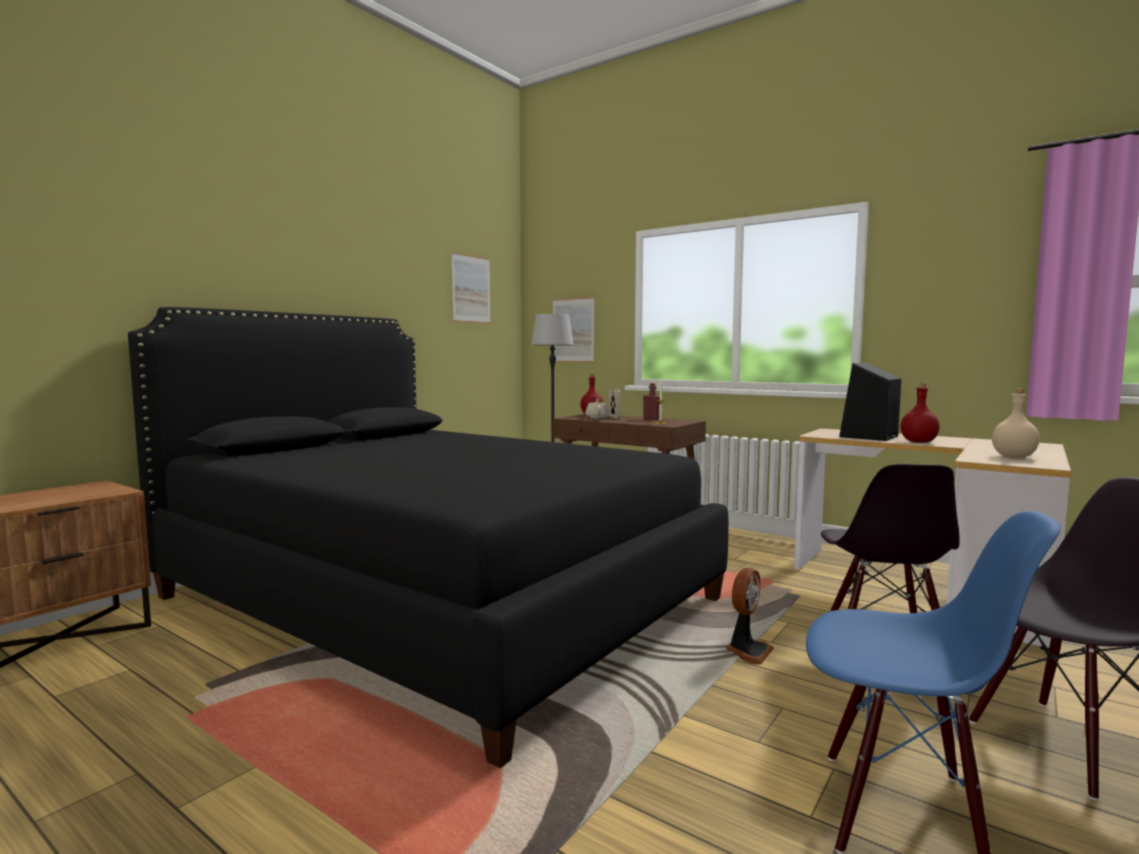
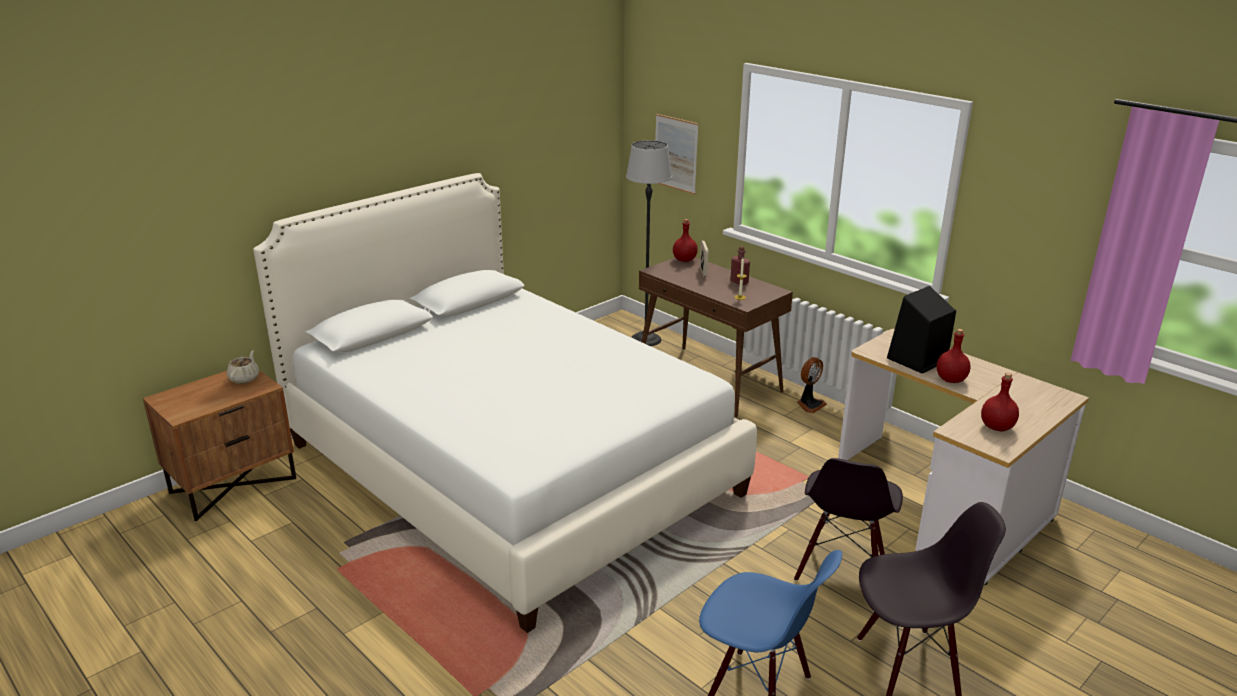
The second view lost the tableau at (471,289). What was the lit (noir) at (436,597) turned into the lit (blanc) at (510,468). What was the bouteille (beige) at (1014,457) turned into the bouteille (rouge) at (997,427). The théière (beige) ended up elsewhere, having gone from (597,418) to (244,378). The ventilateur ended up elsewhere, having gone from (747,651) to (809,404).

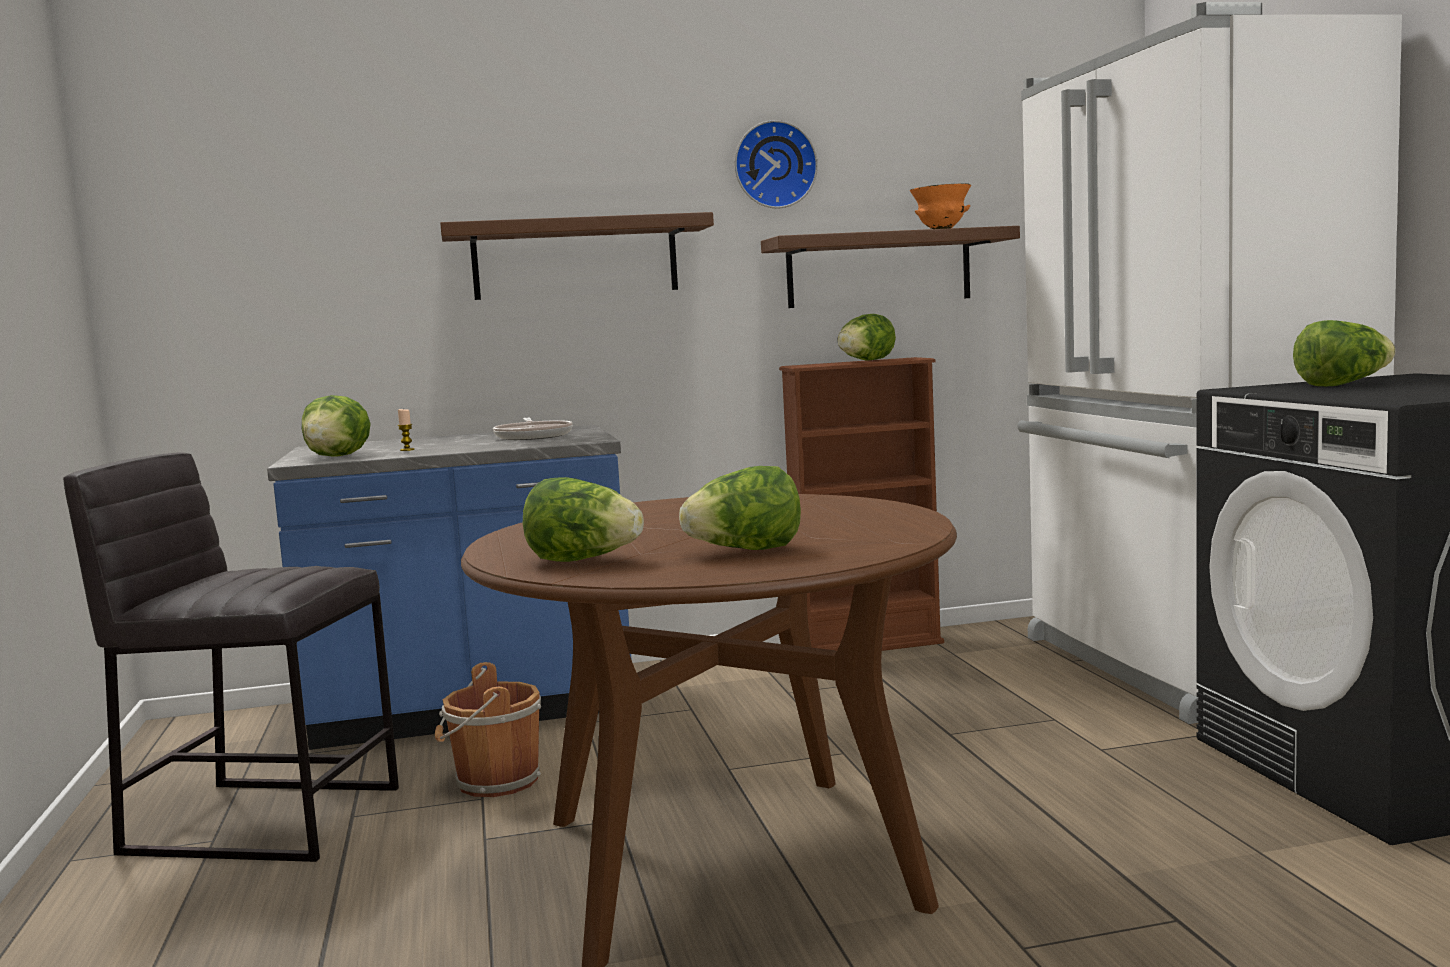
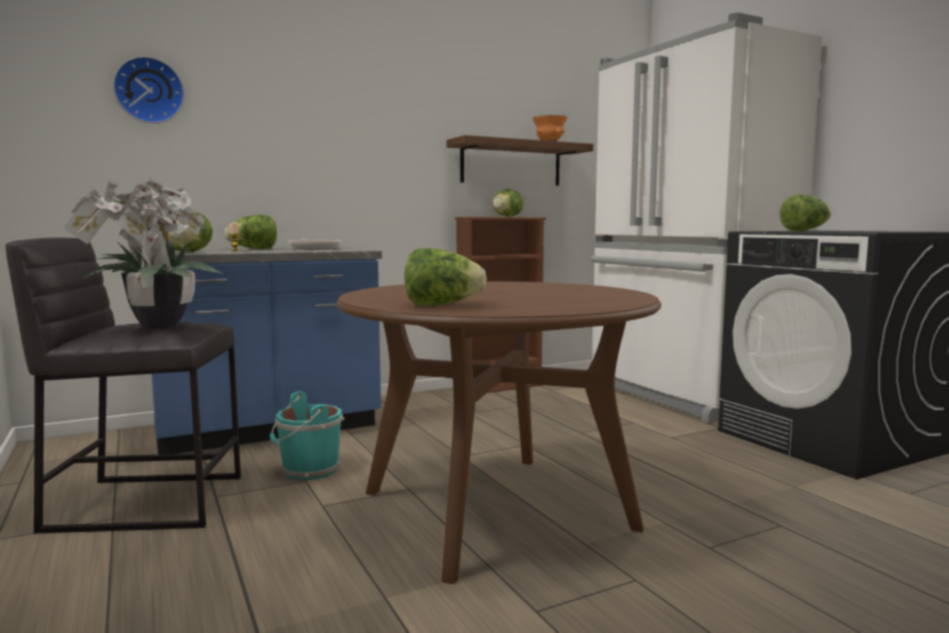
The horloge murale ended up elsewhere, having gone from (774,165) to (149,91). The second view lost the étagère (marron) at (575,259). The laitue ended up elsewhere, having gone from (745,551) to (253,249). What was the seau (marron) at (494,782) turned into the seau (turquoise) at (308,471). The second view gained the plante en pot at (154,326).

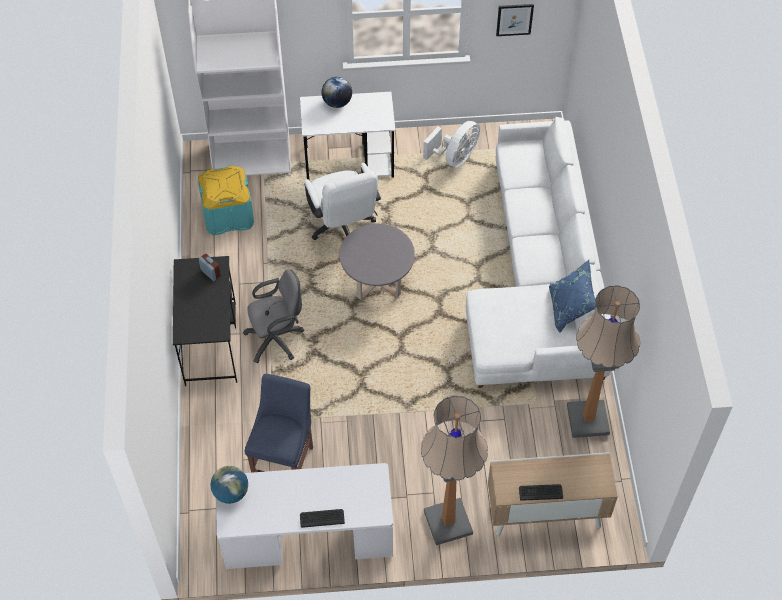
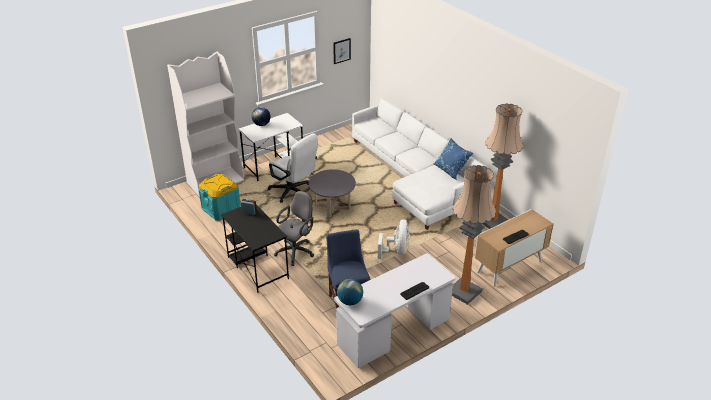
The ventilateur (blanc) ended up elsewhere, having gone from (455,158) to (397,251).

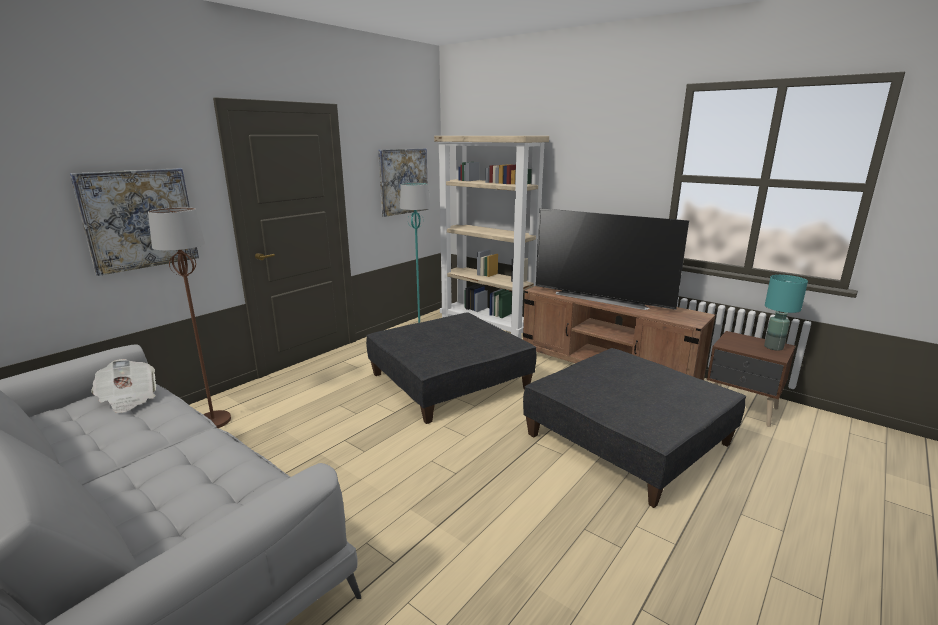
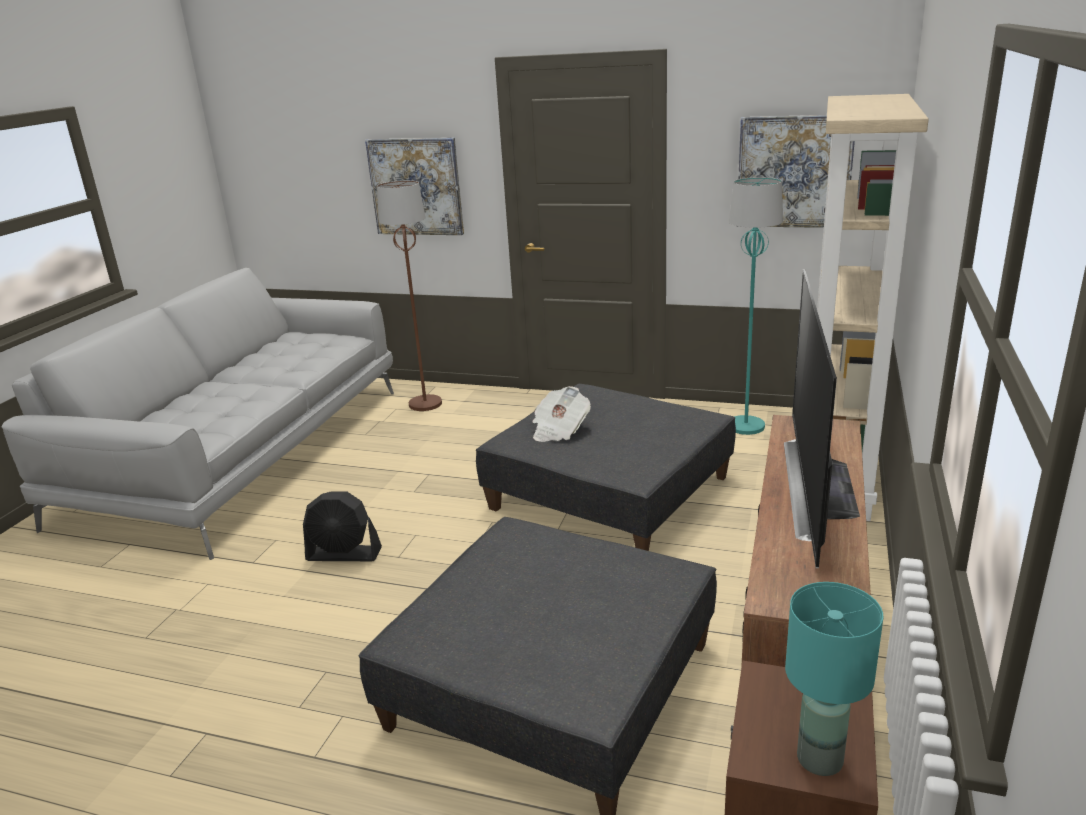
The journal ended up elsewhere, having gone from (128,399) to (559,430). The second view gained the ventilateur (noir) at (344,554).

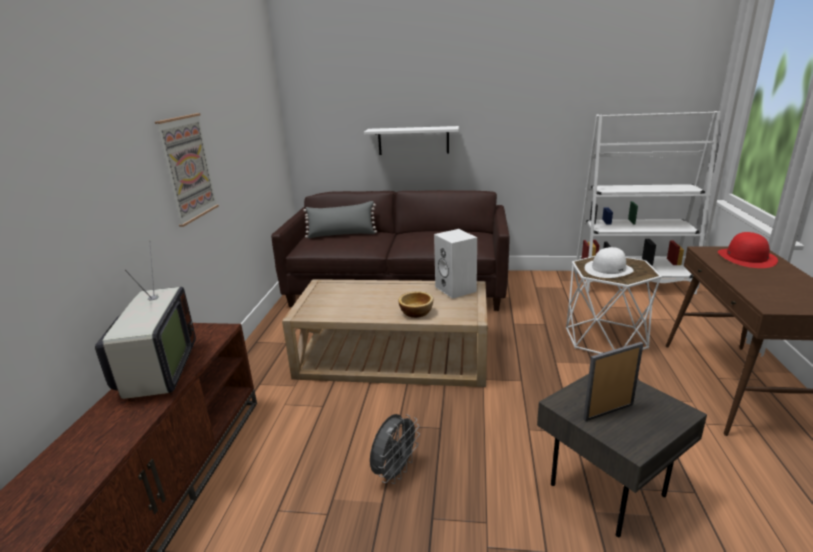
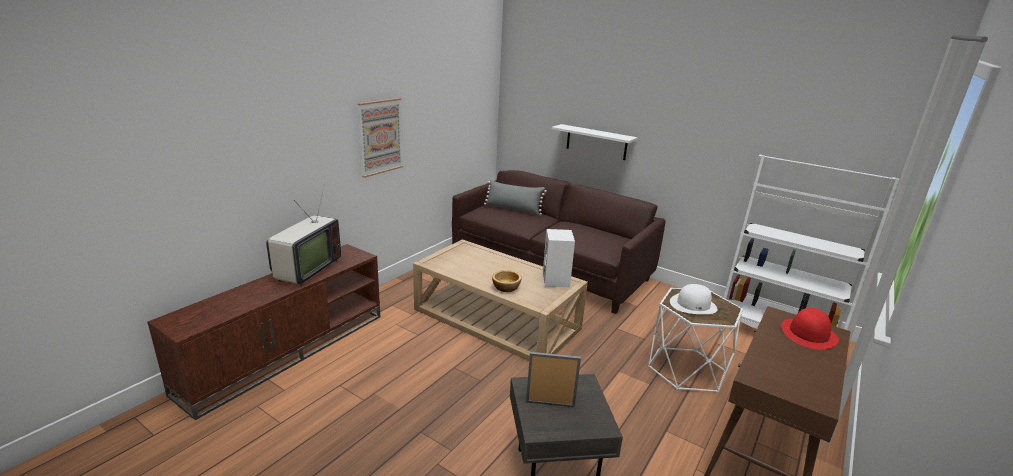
The second view lost the ventilateur (gris) at (395,472).

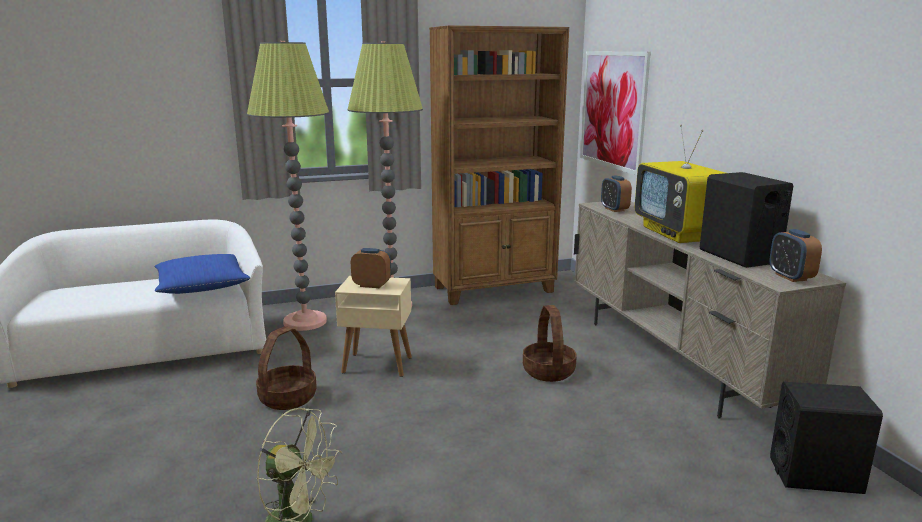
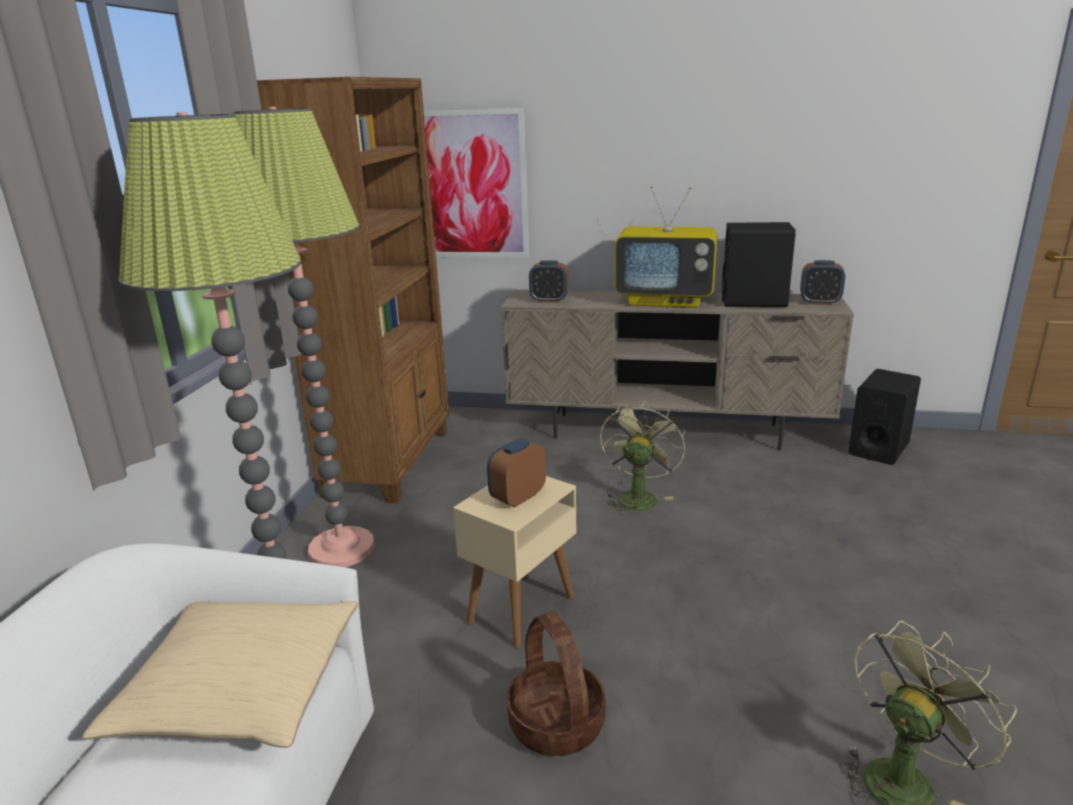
What was the coussin (bleu) at (202,286) turned into the coussin (beige) at (240,689). Where the panier stood at (548,371), the ventilateur (vert) came to stand at (638,496).

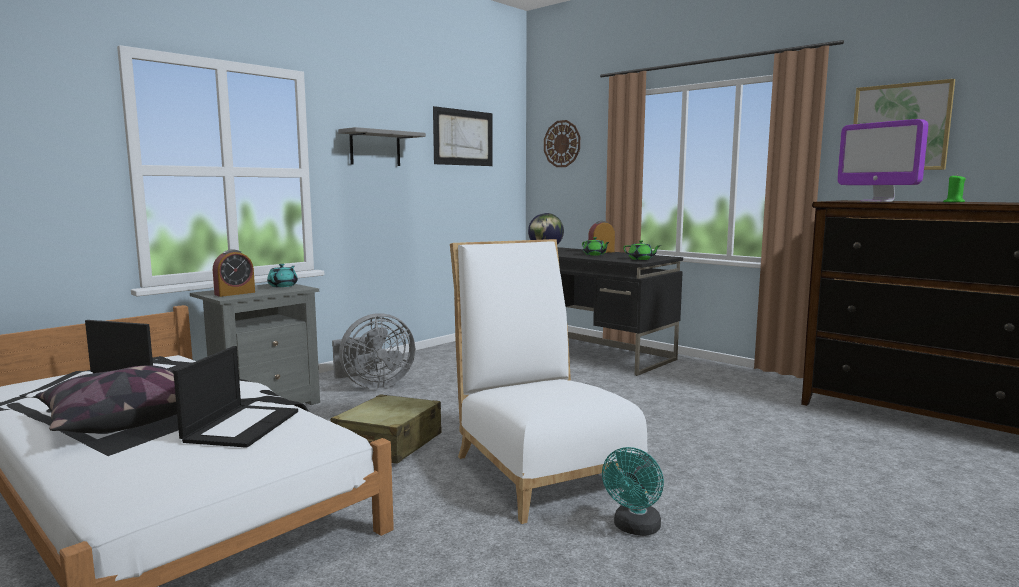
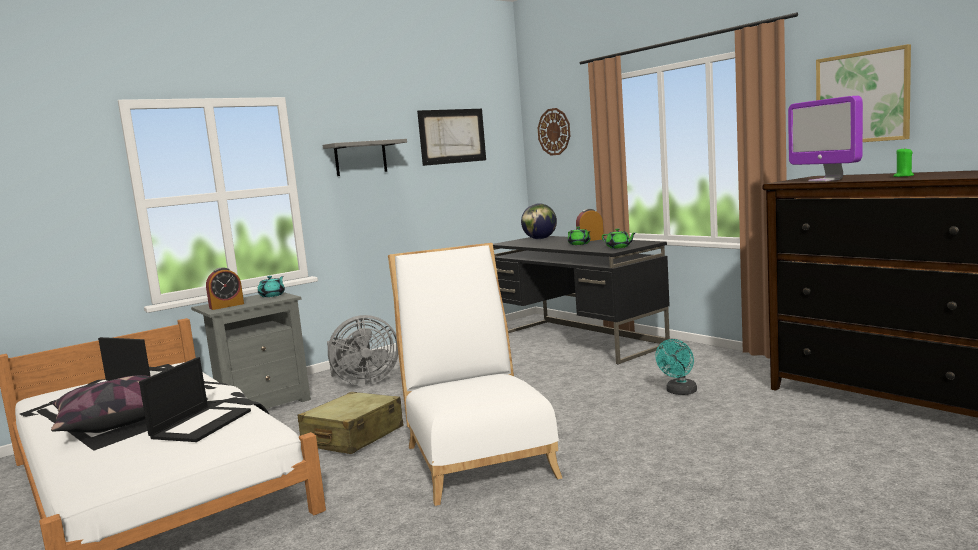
The ventilateur (turquoise) ended up elsewhere, having gone from (635,528) to (679,392).

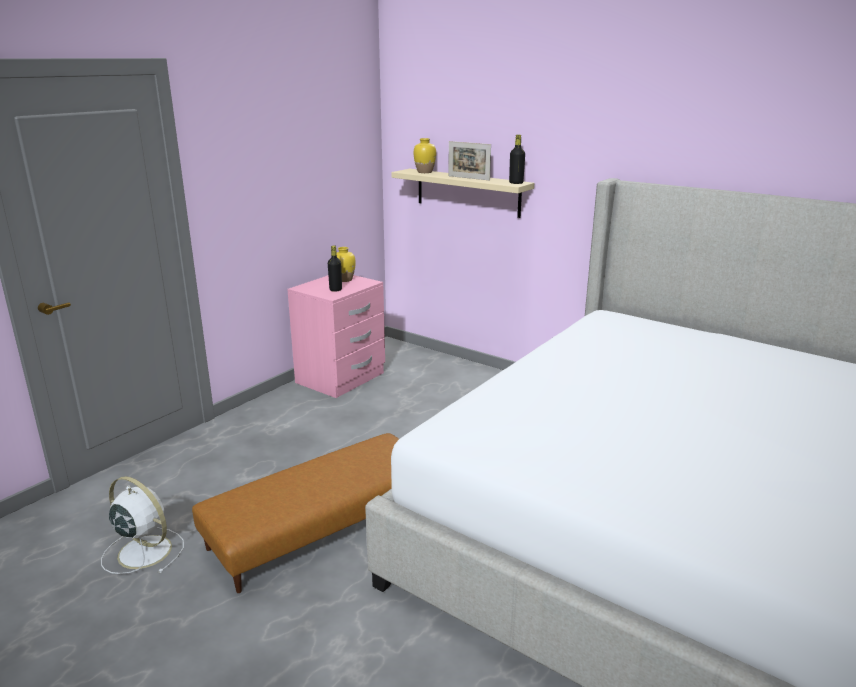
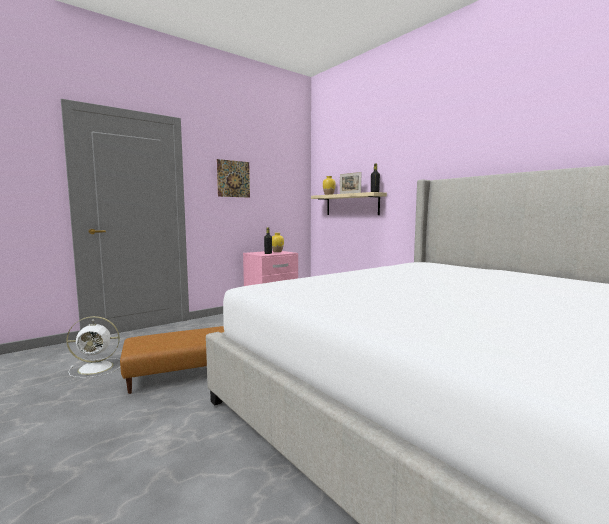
The ventilateur (blanc) at (143,551) ended up facing another way, 120 degrees clockwise from before. The second view gained the tableau at (233,179).

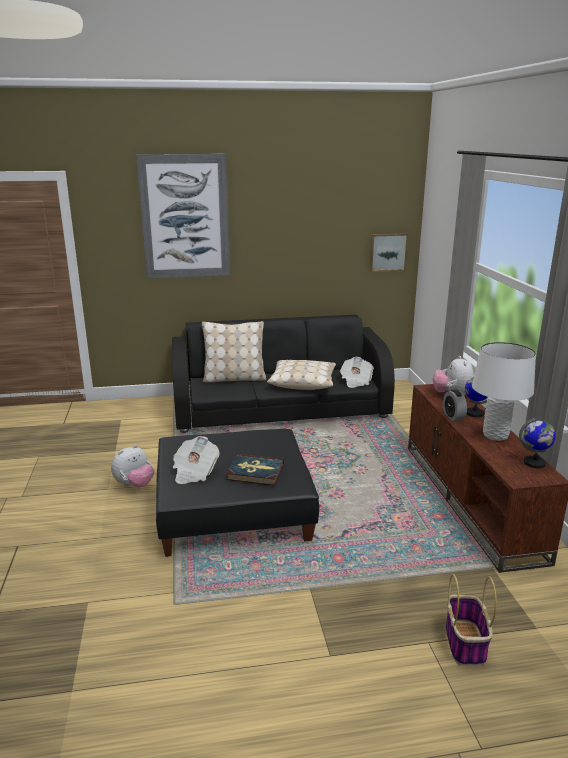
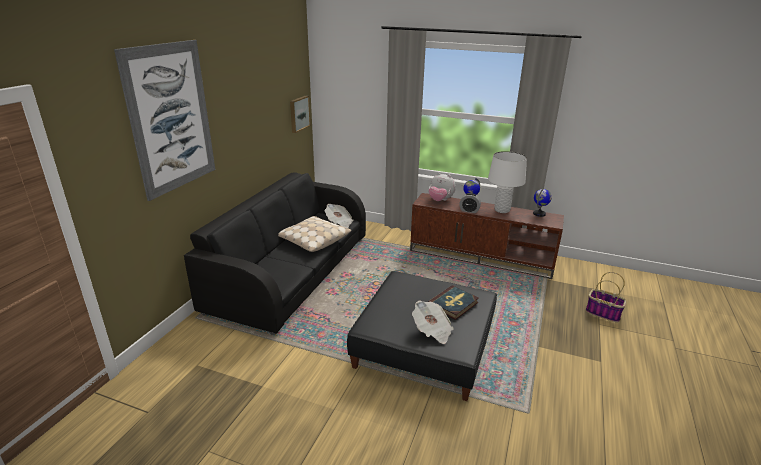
The second view lost the coussin (beige) at (234,378). The second view lost the peluche at (134,485).

